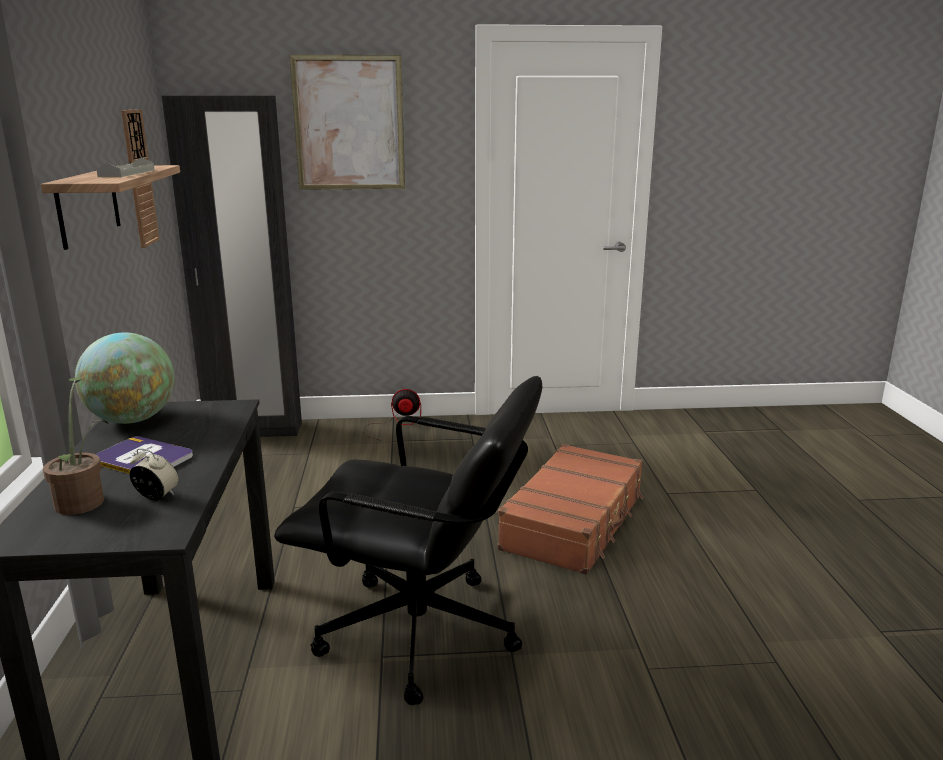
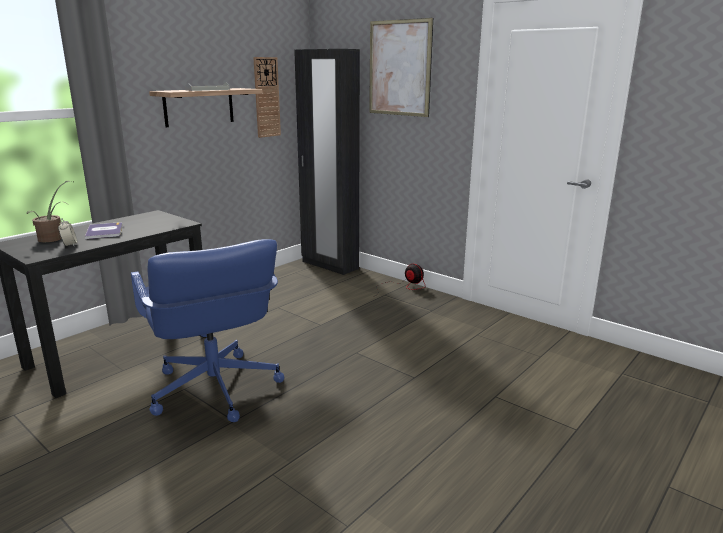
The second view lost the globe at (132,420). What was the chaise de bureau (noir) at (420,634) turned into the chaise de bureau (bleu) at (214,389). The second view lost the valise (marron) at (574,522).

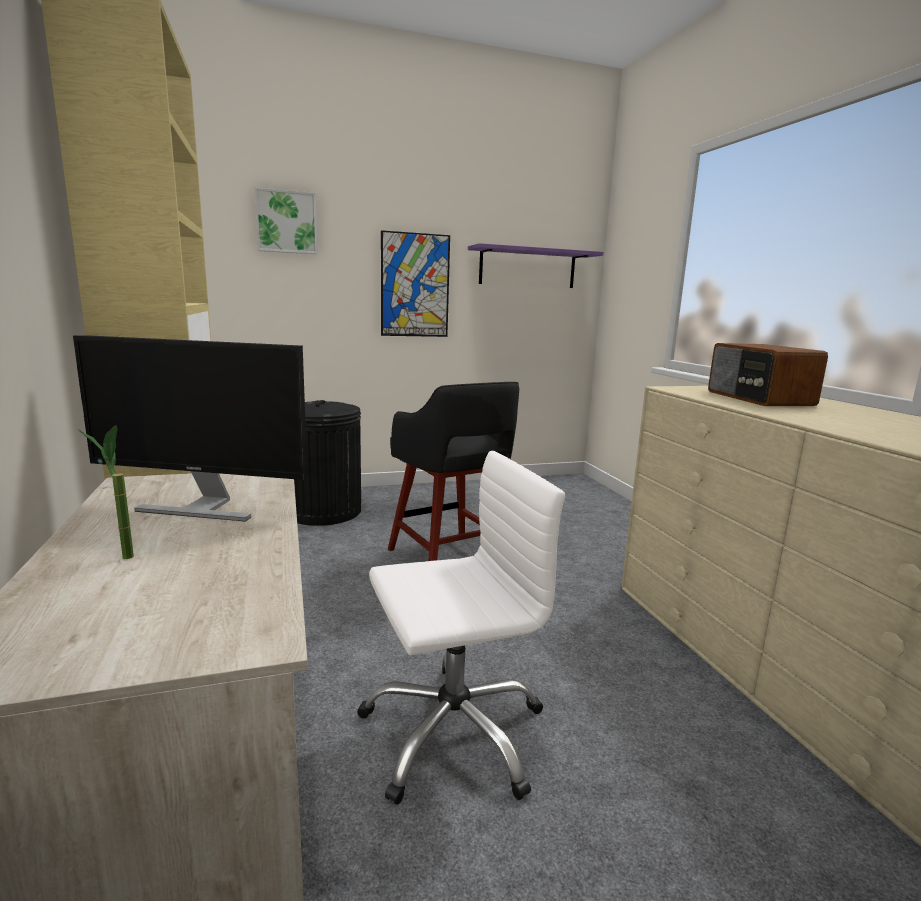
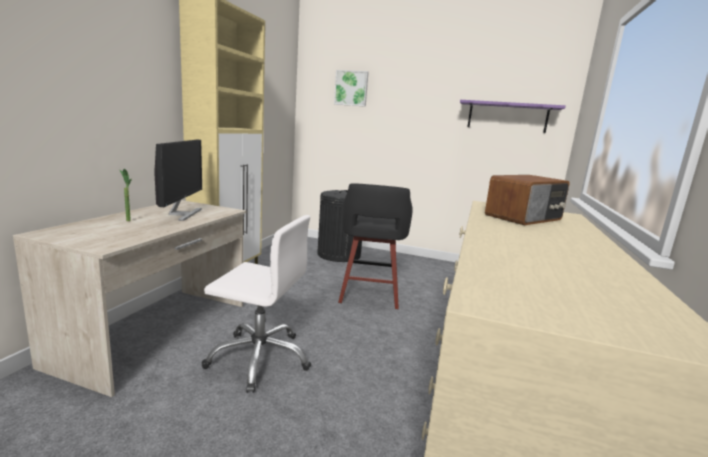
The second view lost the tableau at (415,285). The écran d'ordinateur at (203,507) ended up facing another way, 135 degrees counterclockwise from before. The radio at (757,398) ended up facing another way, 150 degrees counterclockwise from before.

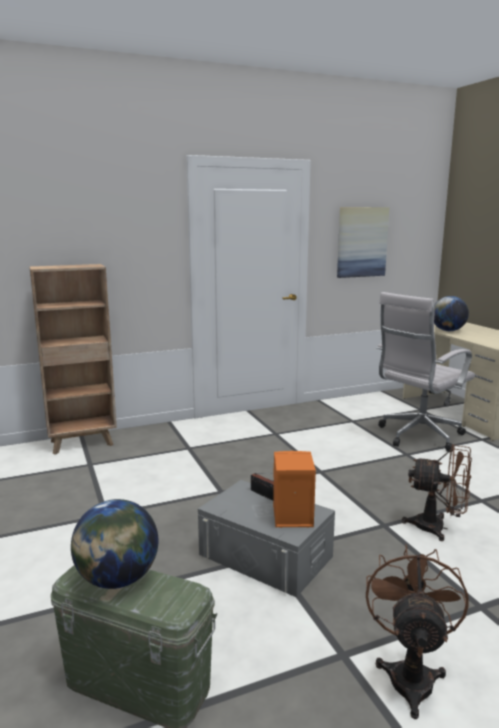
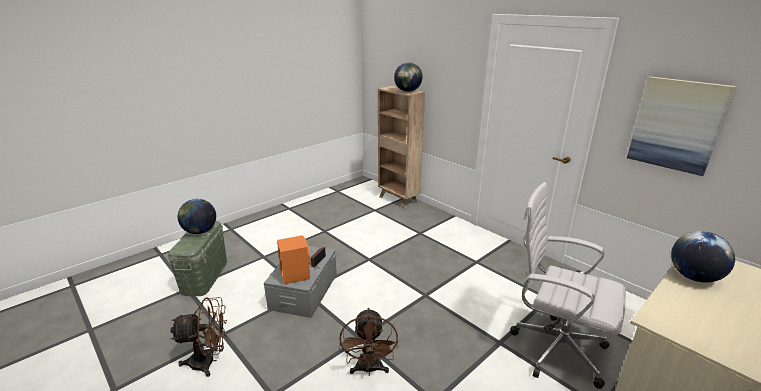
The second view gained the globe at (407,91).

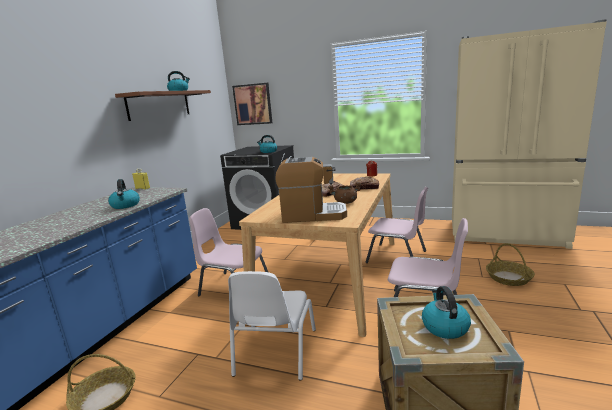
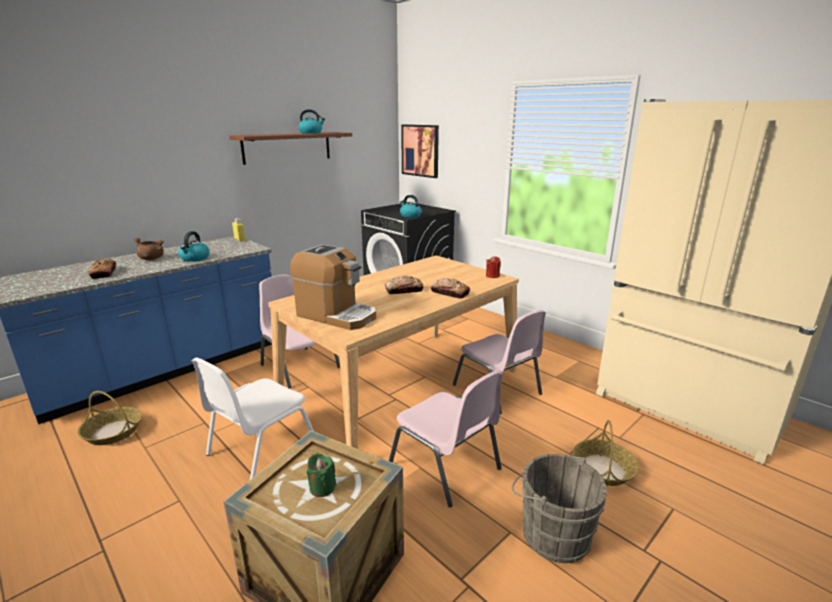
The marmite (marron) ended up elsewhere, having gone from (345,202) to (151,259). Where the bouilloire stood at (444,326), the bougie (vert) came to stand at (322,487). The second view gained the pain at (103,273). The second view gained the seau (gris) at (552,533).

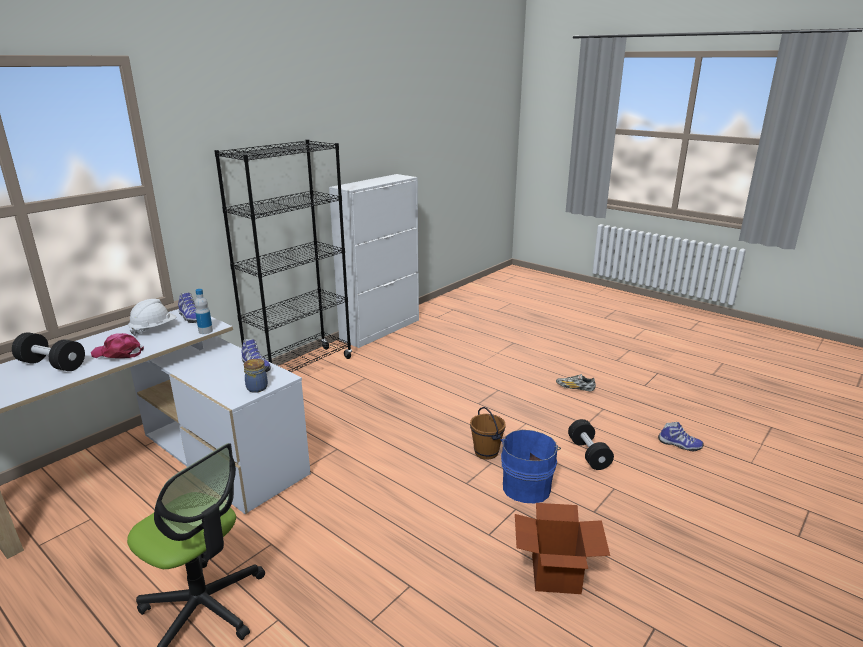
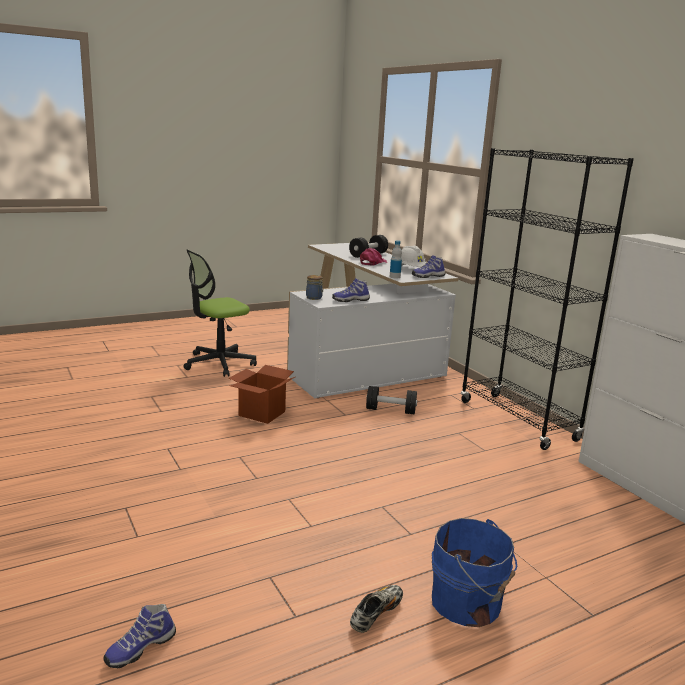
The second view lost the seau (marron) at (486,452). The haltère (noir) ended up elsewhere, having gone from (588,454) to (390,410). The seau (bleu) ended up elsewhere, having gone from (527,486) to (469,603). The carton ended up elsewhere, having gone from (555,574) to (262,413).

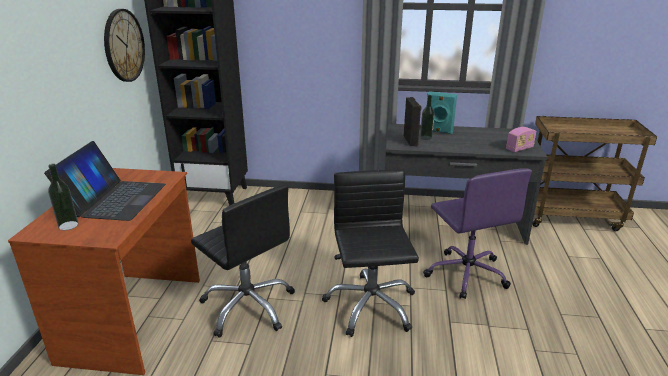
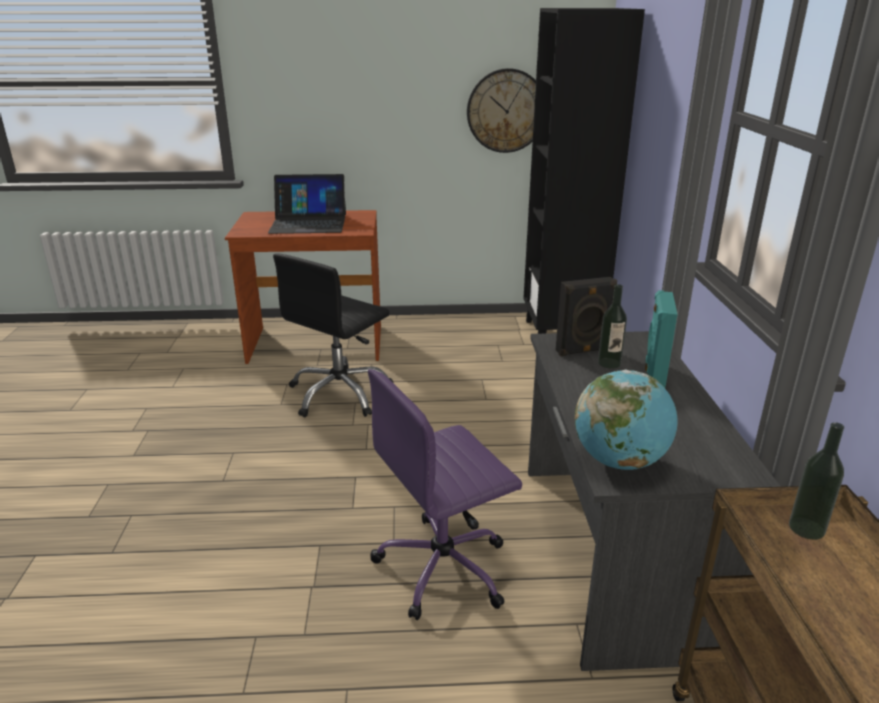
Where the radio stood at (519,149), the globe came to stand at (620,461). The bouteille ended up elsewhere, having gone from (68,225) to (806,528). The second view lost the chaise de bureau (noir) at (370,305).

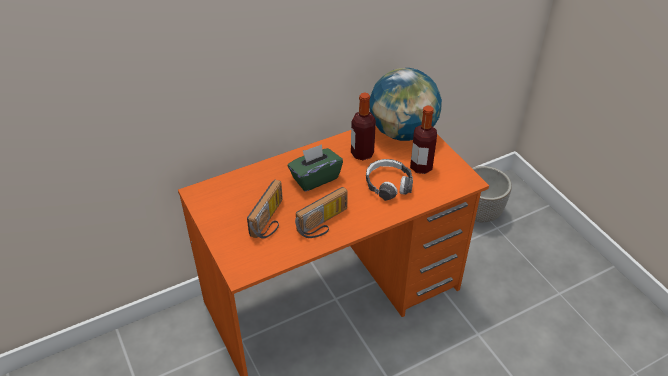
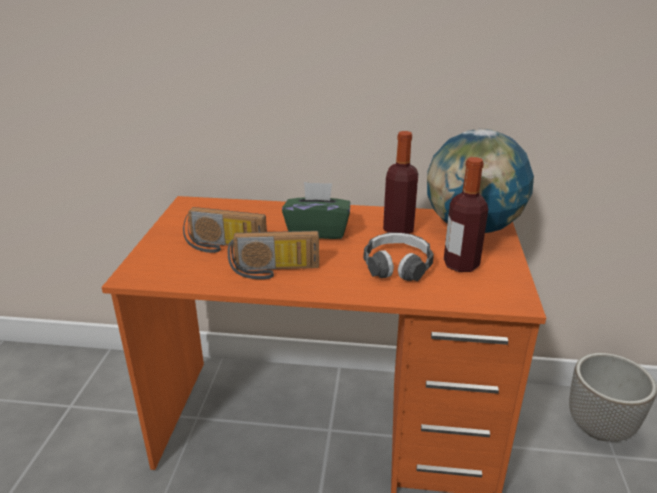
The radio at (270,220) ended up facing another way, 45 degrees clockwise from before.

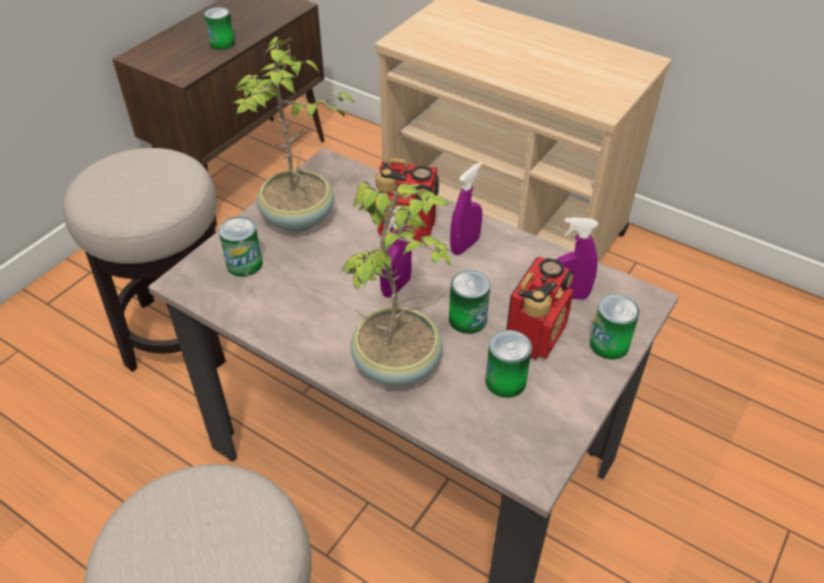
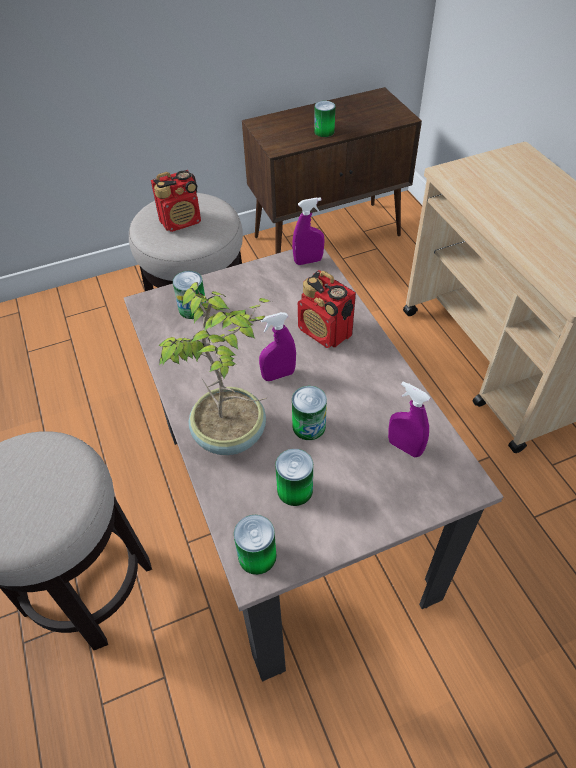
The second view lost the plante en pot at (298,219). The vaporisateur (violet) ended up elsewhere, having gone from (465,245) to (308,261). The radio ended up elsewhere, having gone from (535,335) to (181,221). The boîte métallique ended up elsewhere, having gone from (609,344) to (257,556).

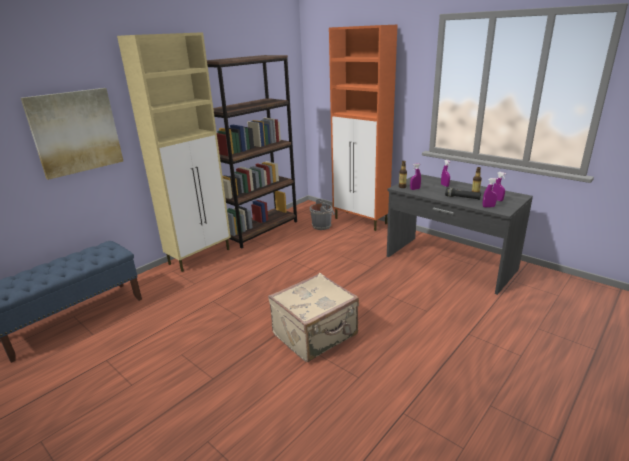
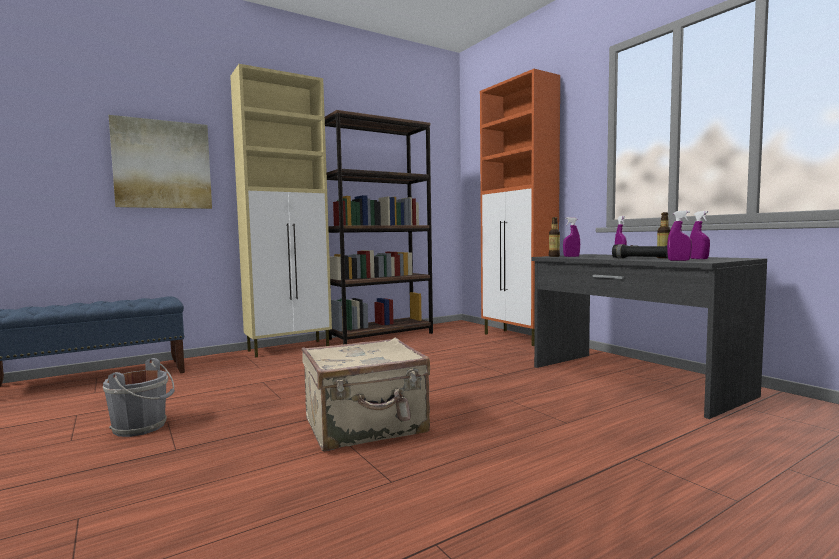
The seau (gris) ended up elsewhere, having gone from (322,226) to (142,427).

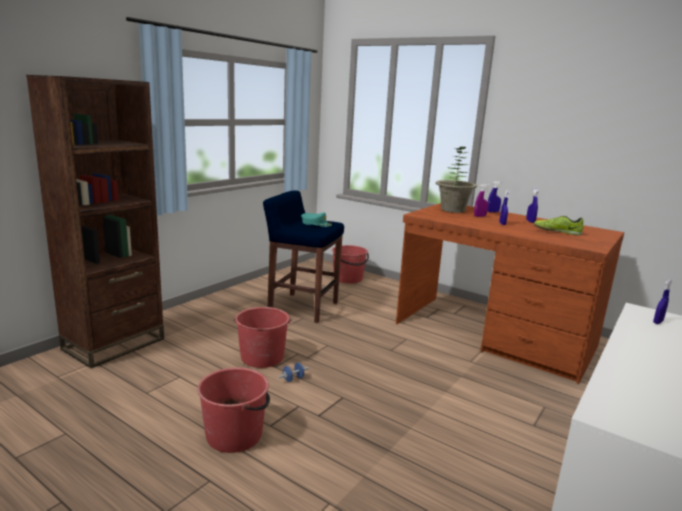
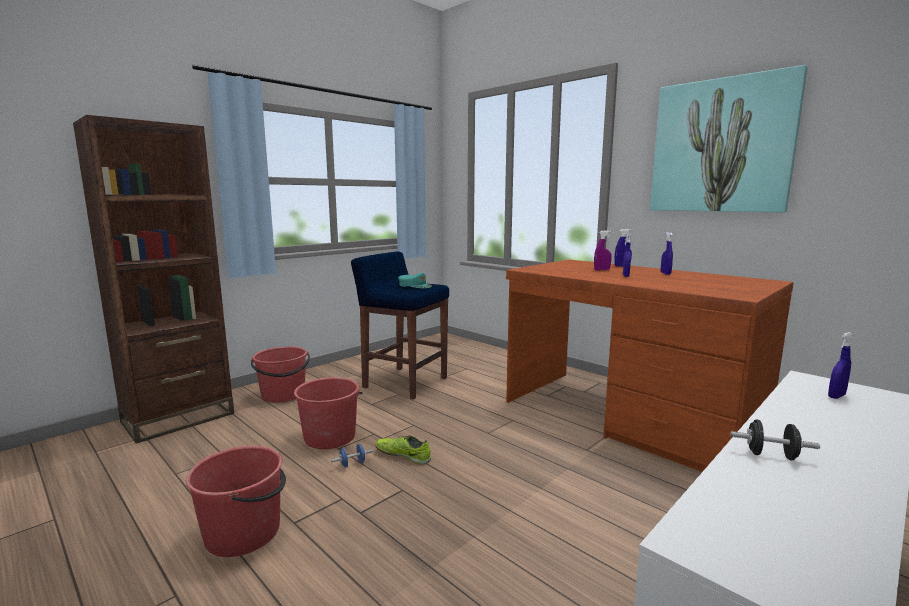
The second view lost the plante en pot at (453,210). The chaussure ended up elsewhere, having gone from (556,232) to (403,455). The seau (rouge) ended up elsewhere, having gone from (348,279) to (283,395). The second view gained the tableau at (721,146). The second view gained the haltère (noir) at (771,455).

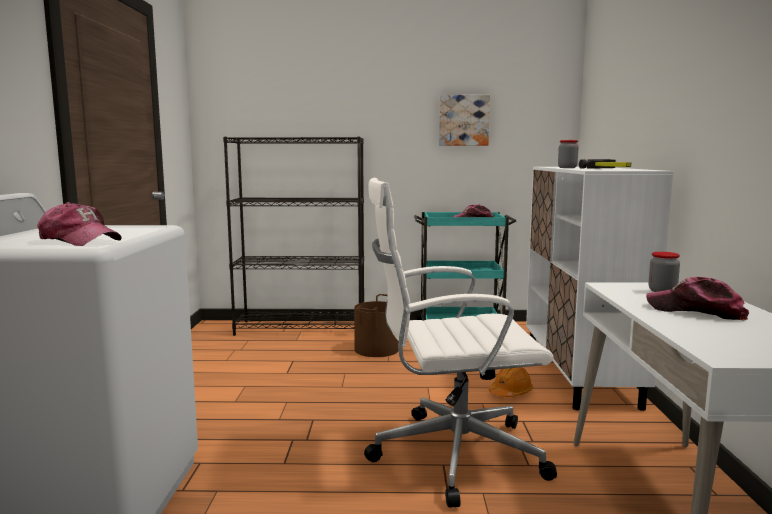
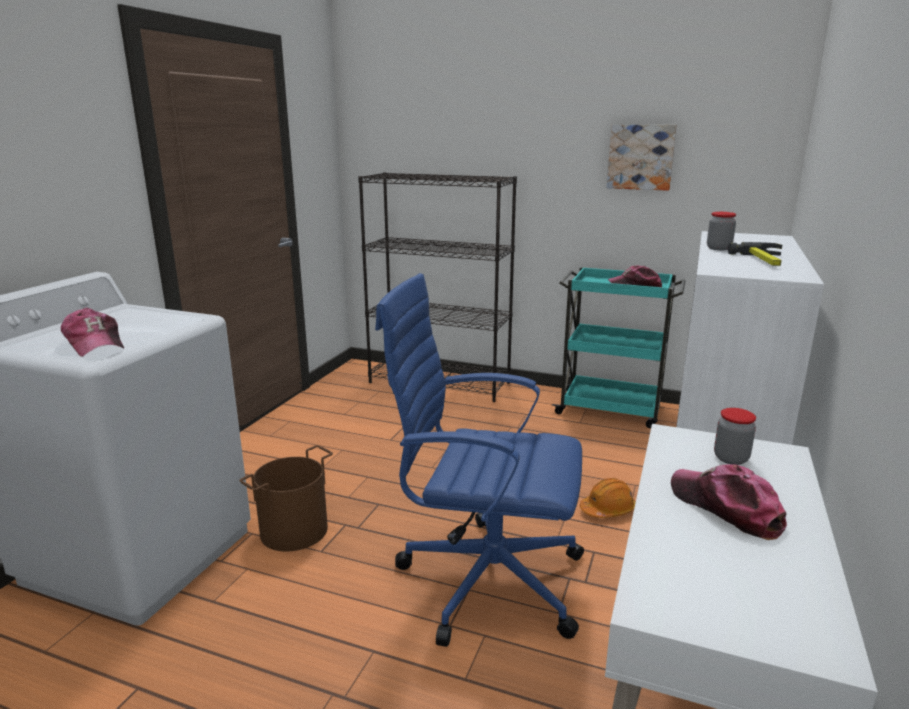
What was the chaise de bureau (blanc) at (452,454) turned into the chaise de bureau (bleu) at (485,579). The seau (marron) ended up elsewhere, having gone from (377,349) to (294,531).

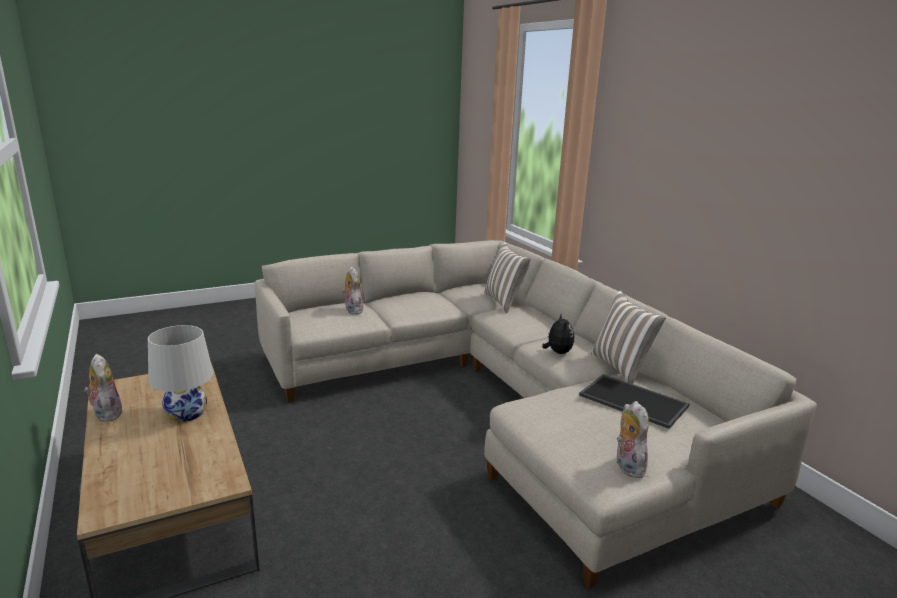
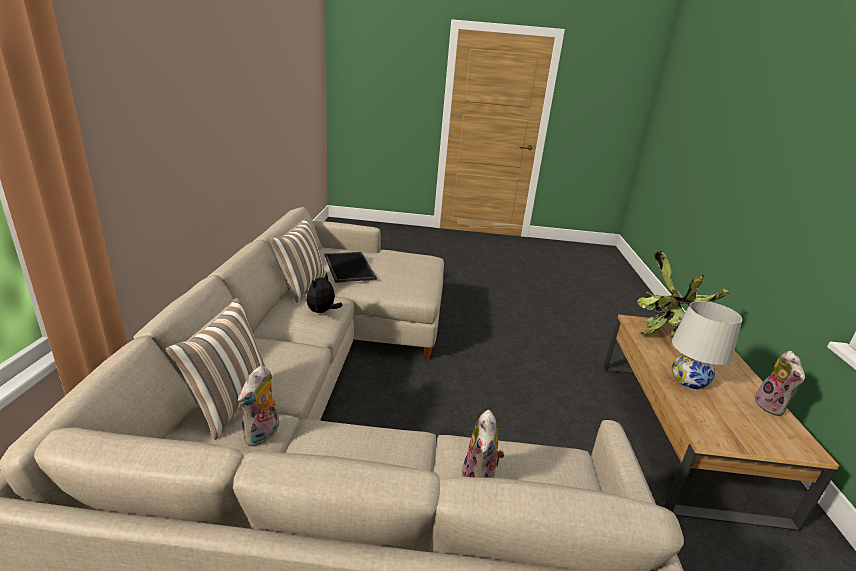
The peluche ended up elsewhere, having gone from (627,466) to (262,435). The second view gained the plante en pot at (670,332).

